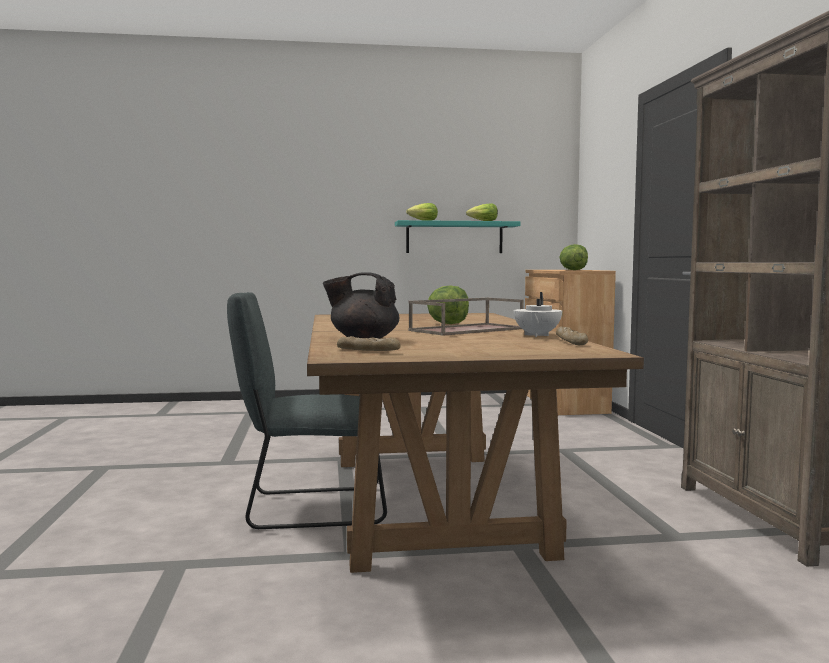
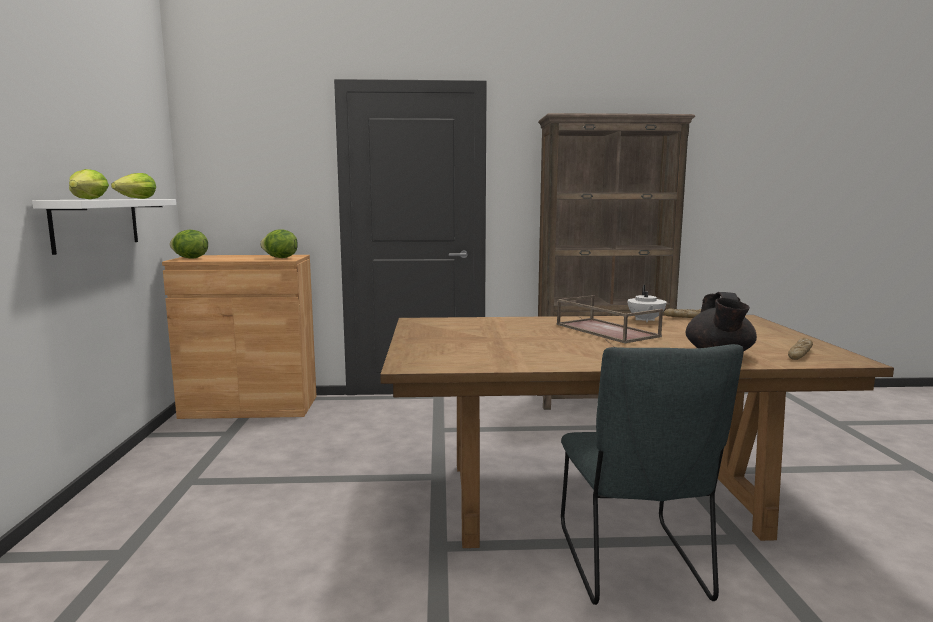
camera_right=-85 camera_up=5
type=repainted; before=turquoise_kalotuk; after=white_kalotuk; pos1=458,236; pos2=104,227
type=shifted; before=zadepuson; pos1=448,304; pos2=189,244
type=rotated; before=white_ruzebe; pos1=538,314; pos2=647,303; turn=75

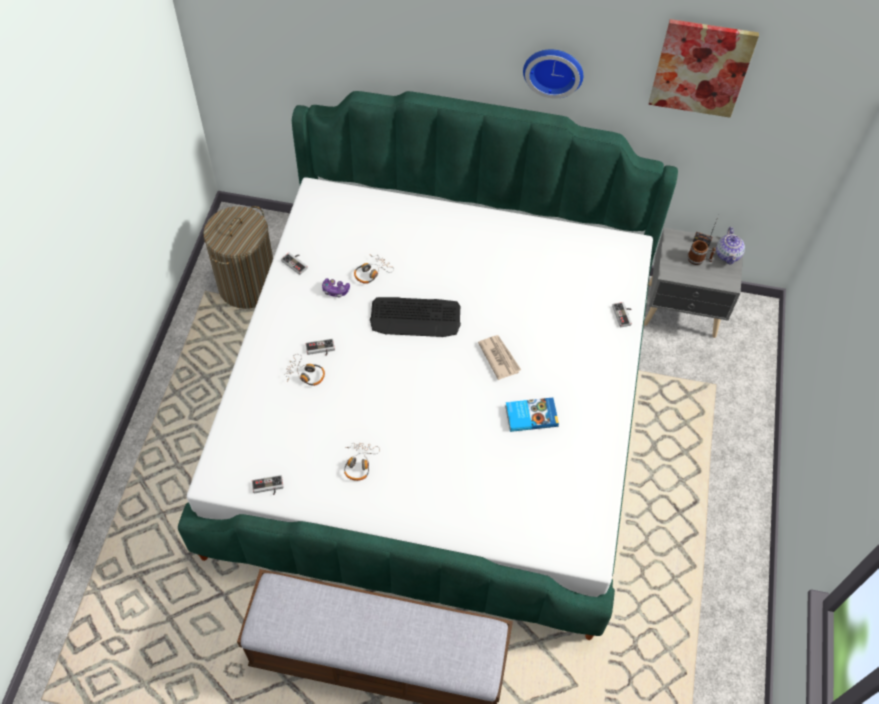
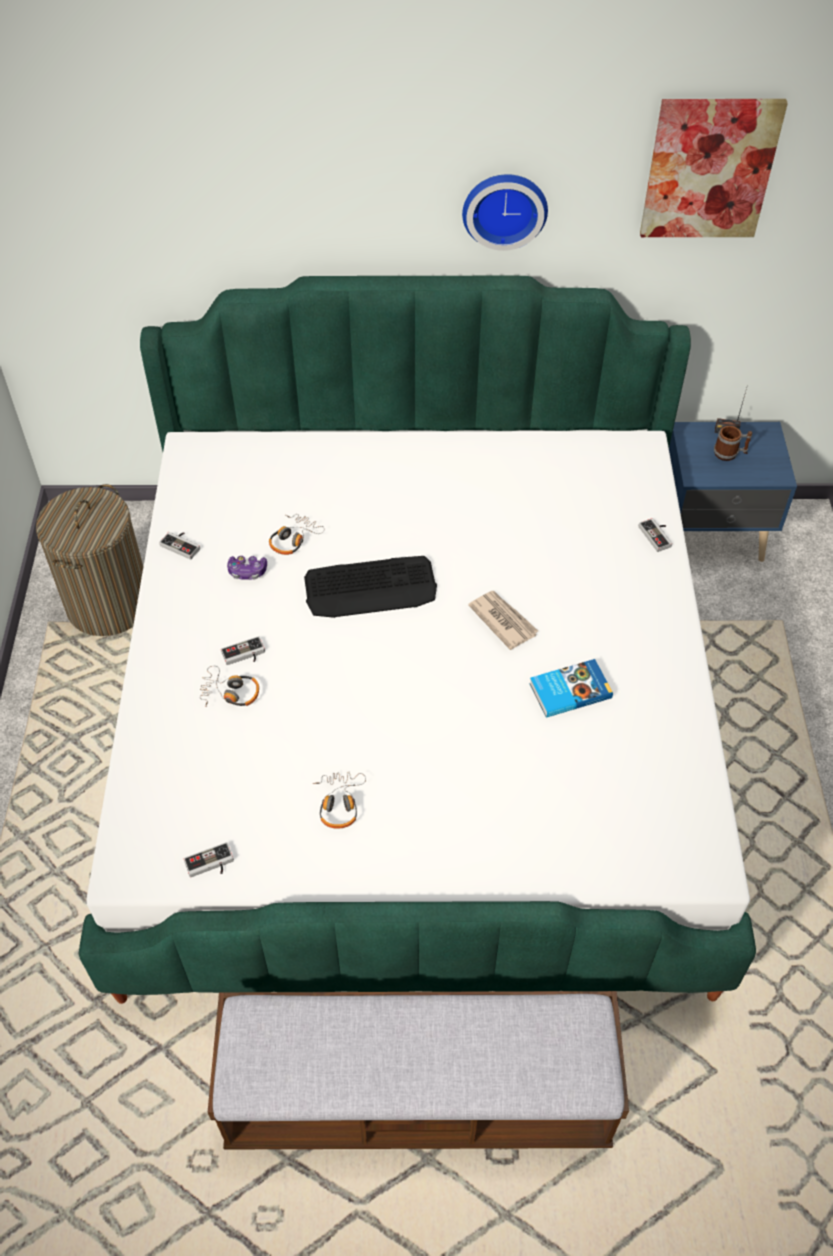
camera_right=-10 camera_up=-5
type=gone; before=ruzebe; pos1=730,246
type=repainted; before=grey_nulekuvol; after=blue_nulekuvol; pos1=694,283; pos2=733,492

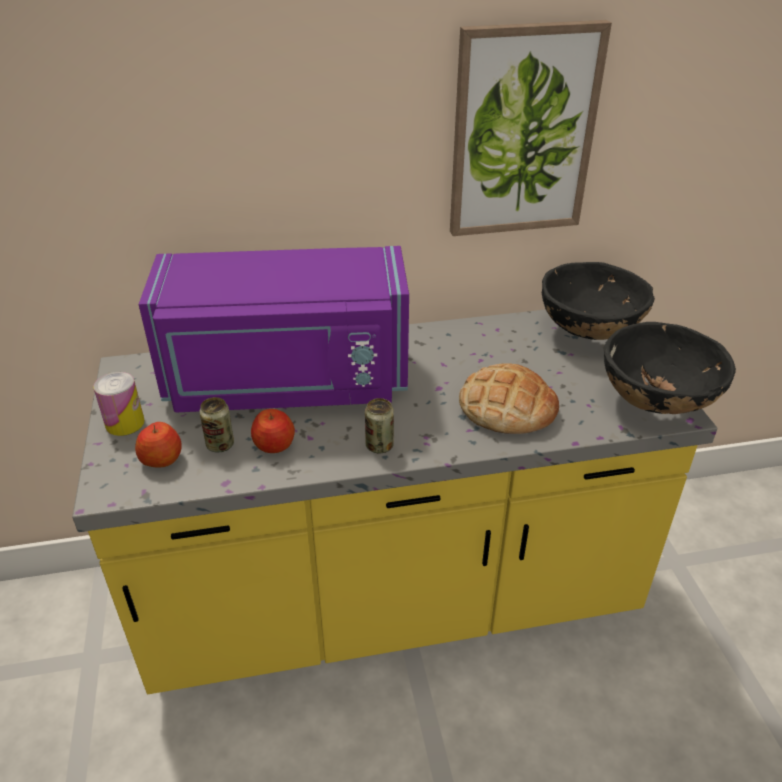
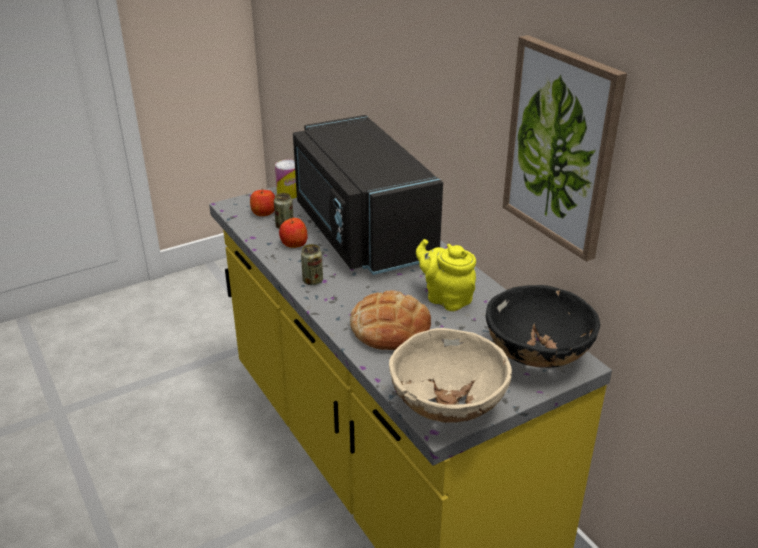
camera_right=70 camera_up=-5
type=repainted; before=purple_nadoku; after=black_nadoku; pos1=274,329; pos2=368,195
type=repainted; before=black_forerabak; after=beige_forerabak; pos1=669,368; pos2=450,375
type=new; after=yellow_ruzebe; pos2=446,275

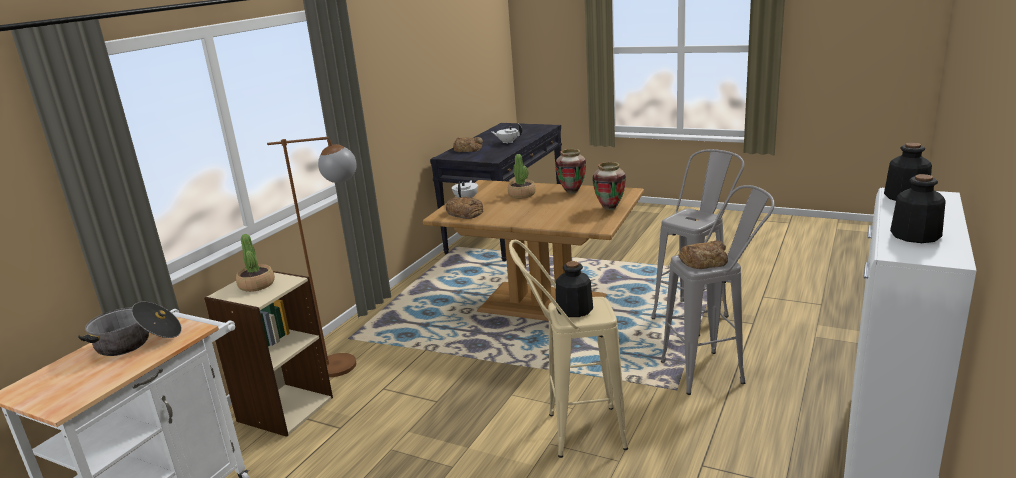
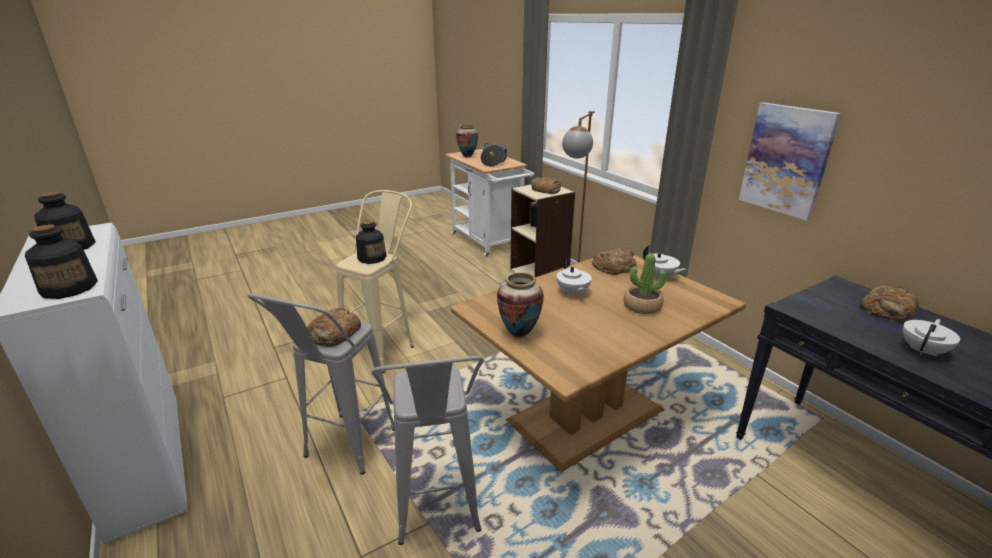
camera_right=120 camera_up=5
type=shifted; before=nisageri; pos1=570,171; pos2=467,140
type=swapped; before=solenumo; after=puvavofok; pos1=255,263; pos2=546,185
type=new; after=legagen; pos2=790,161
type=new; after=white_ruzebe; pos2=574,277

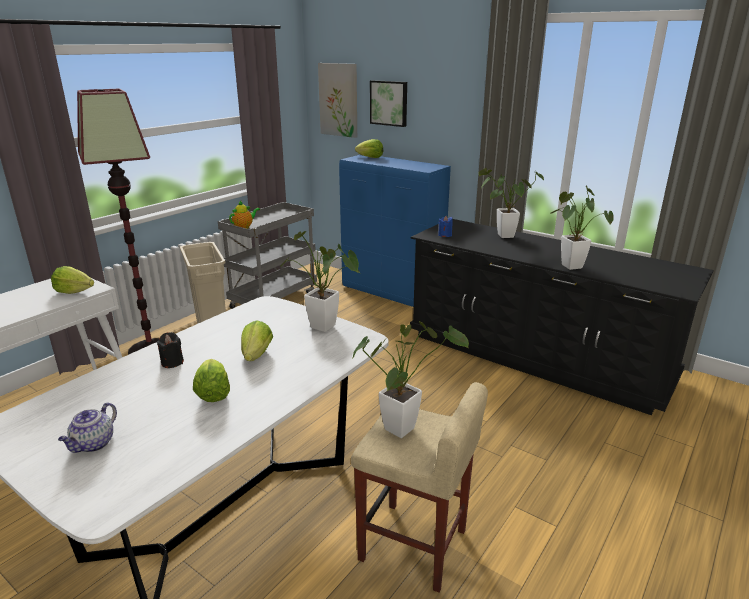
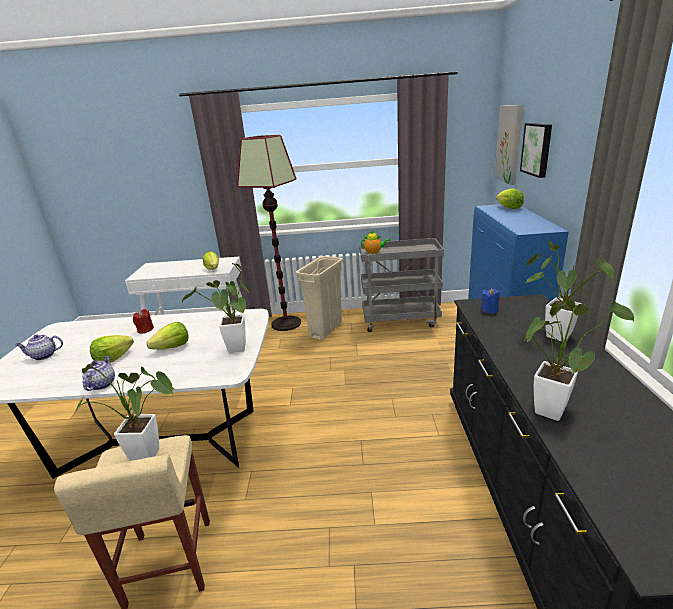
camera_right=55 camera_up=0
type=repainted; before=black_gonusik; after=red_gonusik; pos1=170,350; pos2=143,321
type=new; after=ruzebe; pos2=98,373

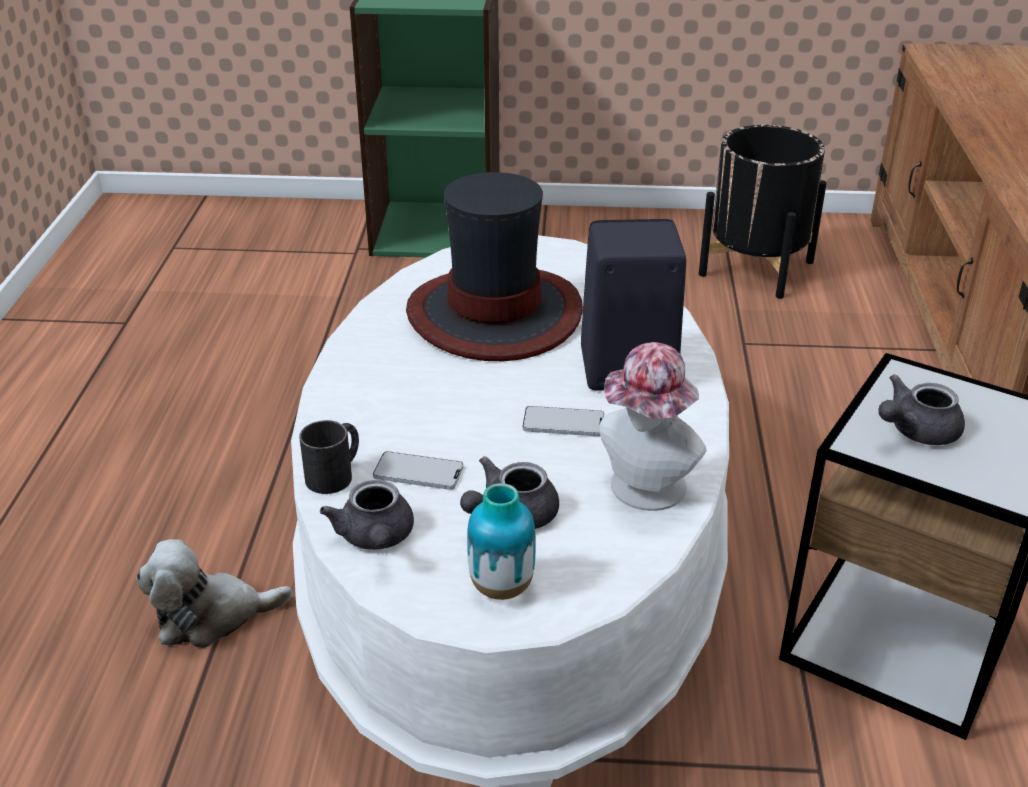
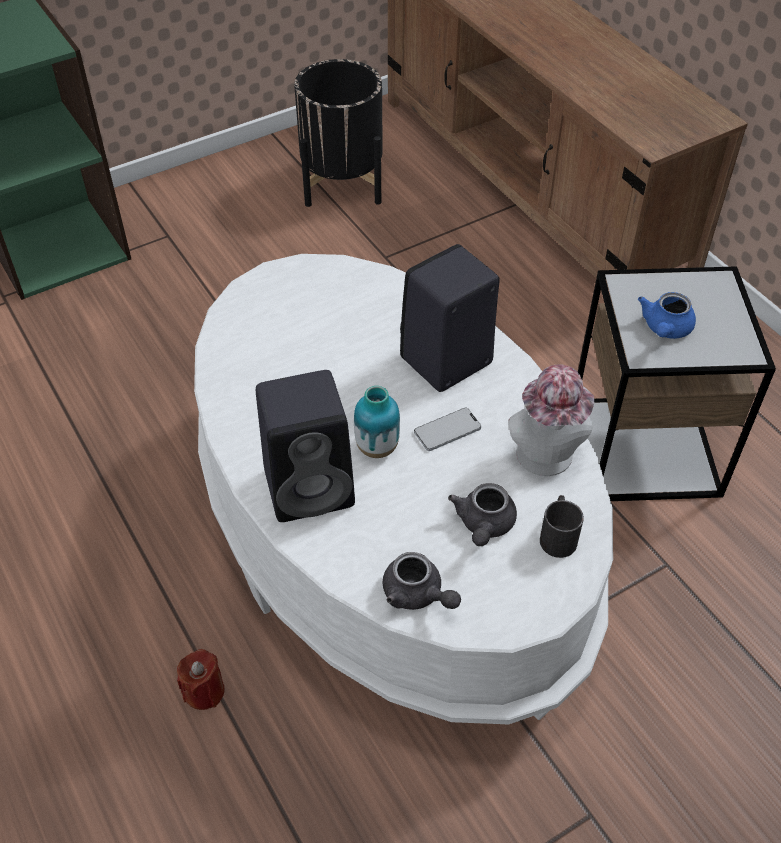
camera_right=-35 camera_up=15
type=gone; before=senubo; pos1=494,266
type=repainted; before=grey_ruzebe; after=blue_ruzebe; pos1=921,409; pos2=667,315
type=shifted; before=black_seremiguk; pos1=329,457; pos2=562,526
type=gone; before=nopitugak; pos1=418,470
type=shifted; before=nisageri; pos1=501,541; pos2=377,422
type=swapped; before=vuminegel; after=red_gonusik; pos1=214,593; pos2=200,679
type=new; after=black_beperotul; pos2=305,446

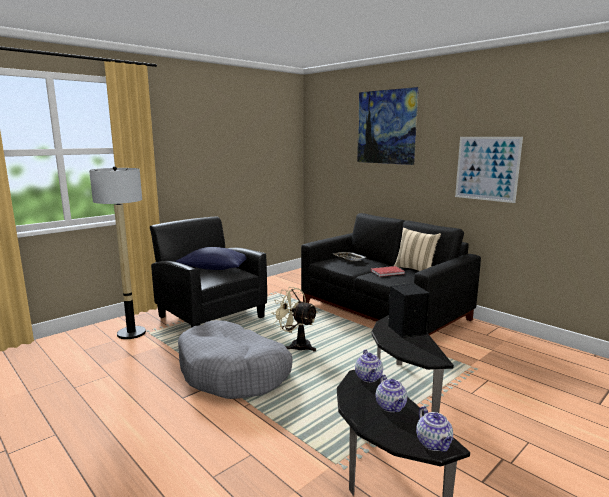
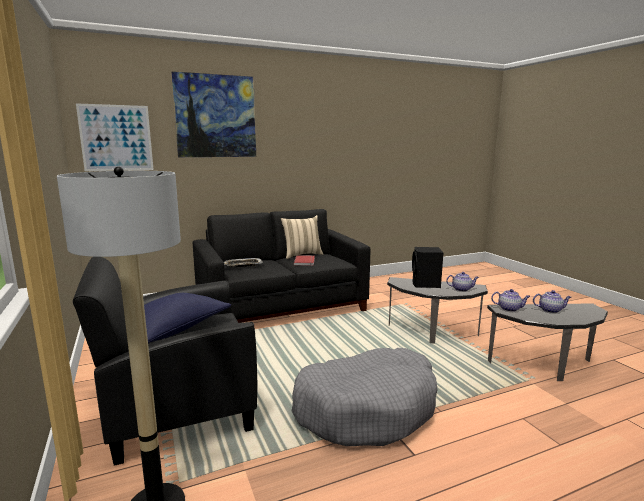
camera_right=-70 camera_up=0
type=shifted; before=legagen; pos1=489,170; pos2=115,137
type=gone; before=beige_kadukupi; pos1=294,319
type=shifted; before=ruzebe; pos1=434,429; pos2=462,282

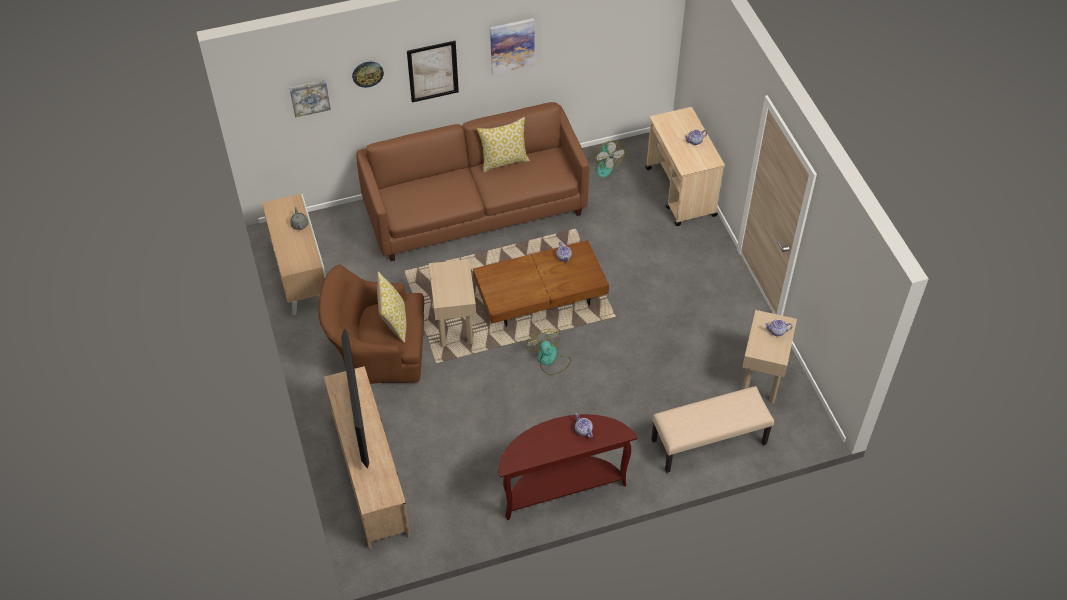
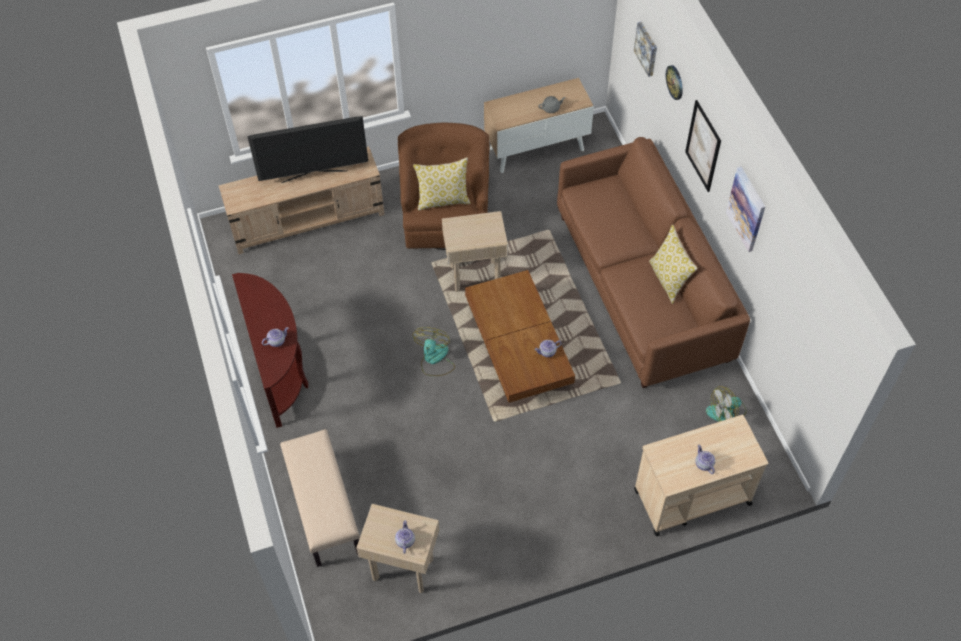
camera_right=90 camera_up=5
type=rotated; before=kadukupi; pos1=548,352; pos2=434,351; turn=-60

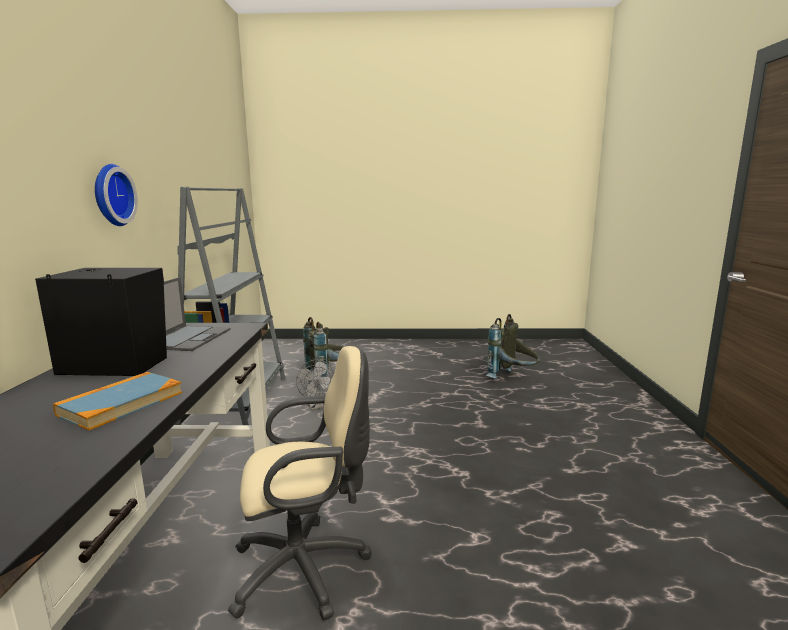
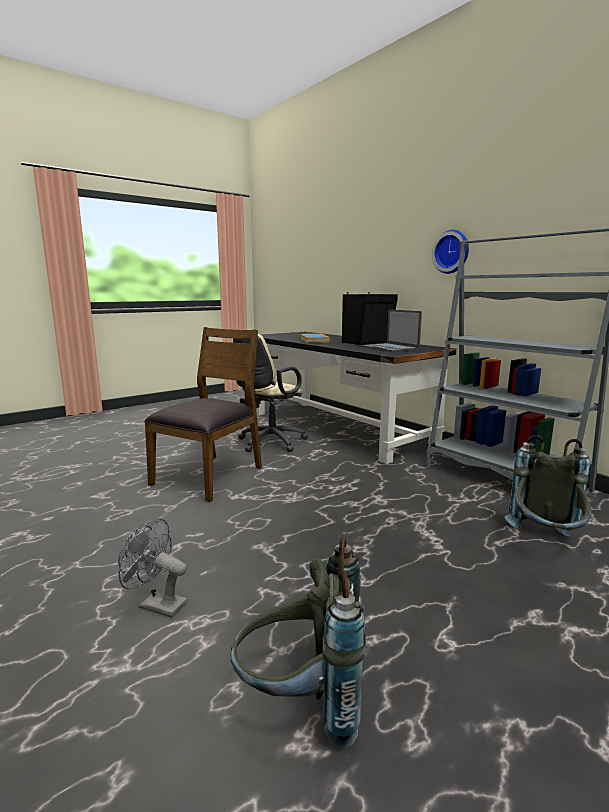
camera_right=140 camera_up=0
type=shifted; before=grey_kadukupi; pos1=315,385; pos2=152,568
type=new; after=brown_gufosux; pos2=203,414

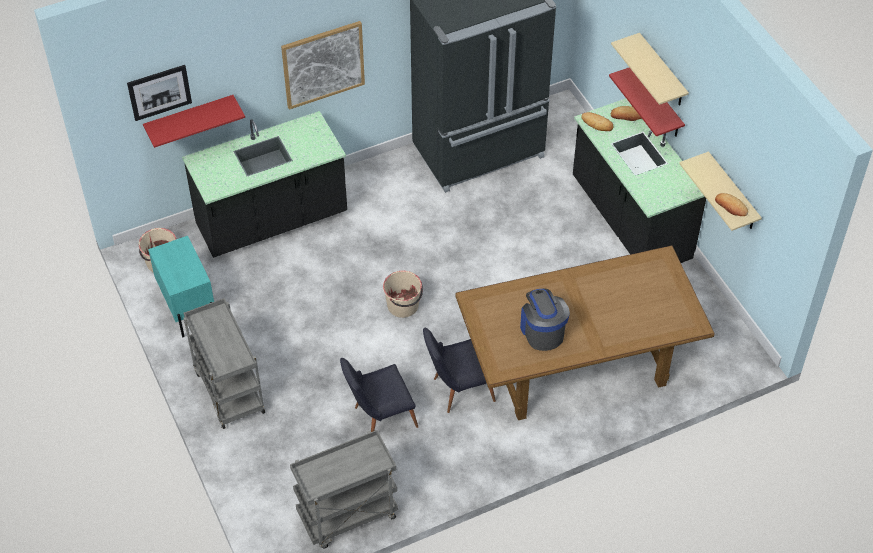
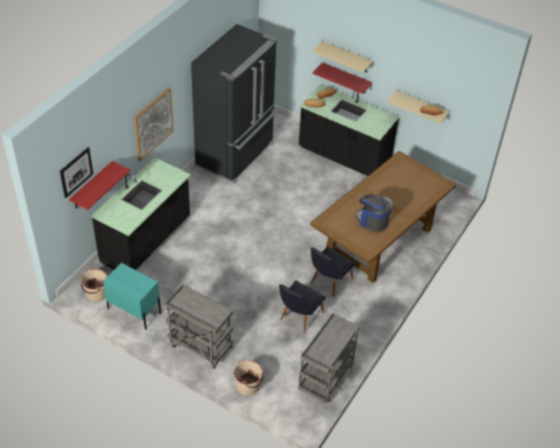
camera_right=-35 camera_up=-5
type=shifted; before=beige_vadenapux; pos1=403,294; pos2=248,378

